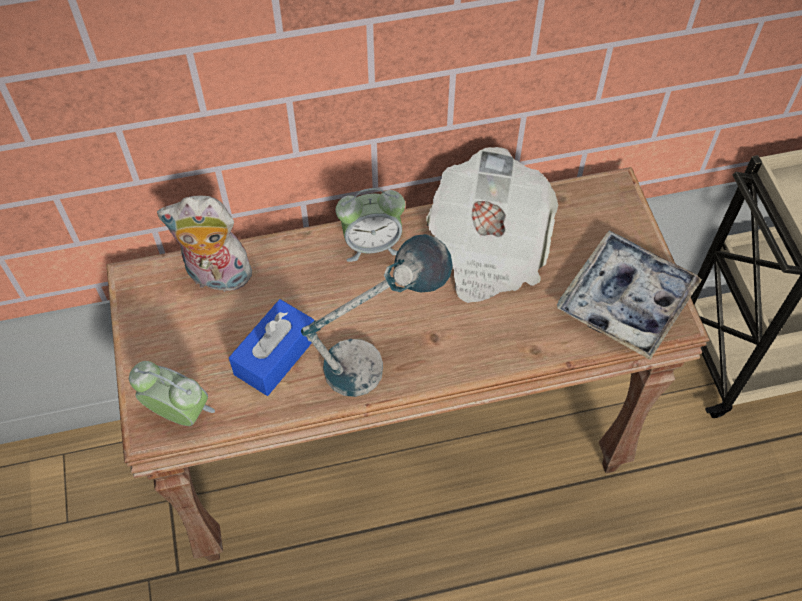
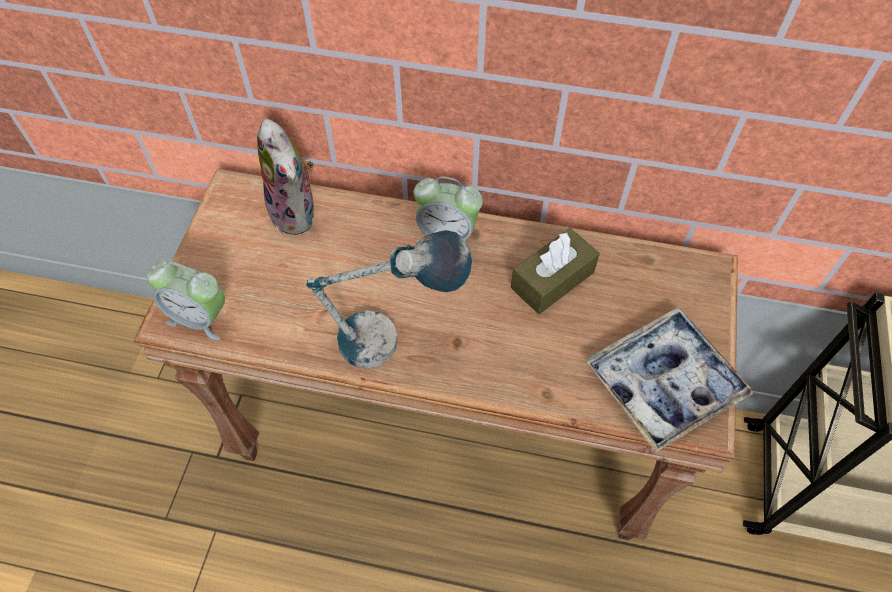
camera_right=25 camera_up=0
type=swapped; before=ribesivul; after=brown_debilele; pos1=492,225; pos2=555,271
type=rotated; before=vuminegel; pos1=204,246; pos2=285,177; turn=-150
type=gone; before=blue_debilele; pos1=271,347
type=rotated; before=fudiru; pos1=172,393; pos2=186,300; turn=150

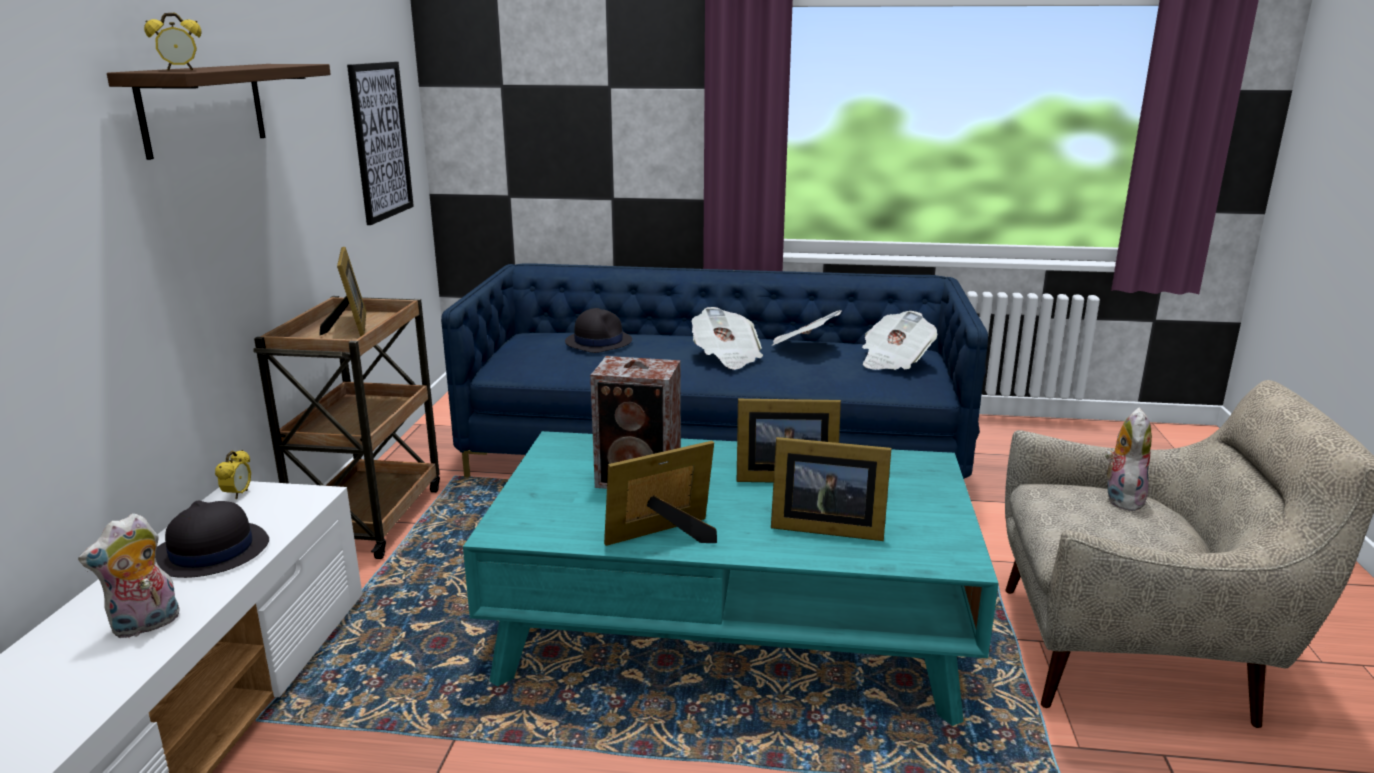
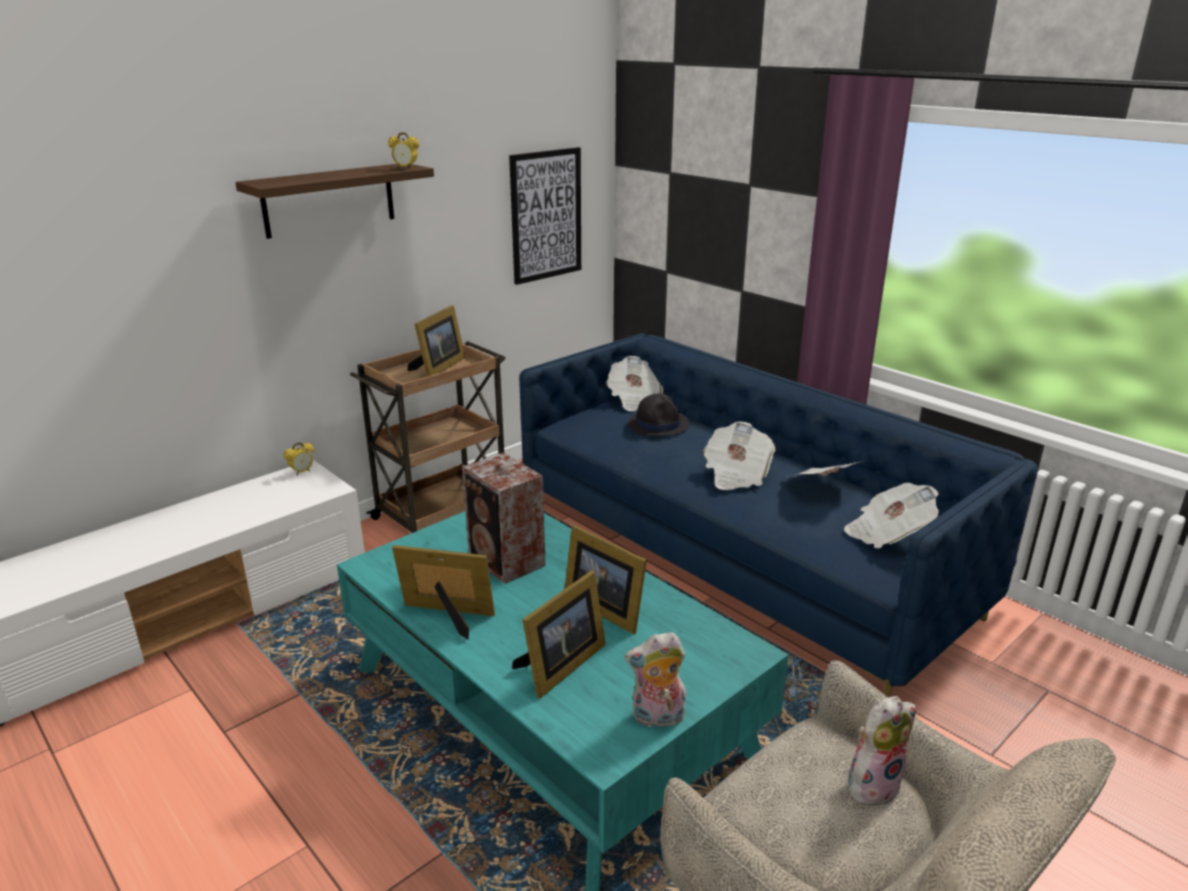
camera_right=40 camera_up=5
type=shifted; before=fudiru; pos1=172,41; pos2=403,150
type=rotated; before=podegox; pos1=831,489; pos2=559,634; turn=-105
type=gone; before=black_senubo; pos1=212,539
type=shifted; before=vuminegel; pos1=129,576; pos2=655,679
type=new; after=ribesivul; pos2=634,383

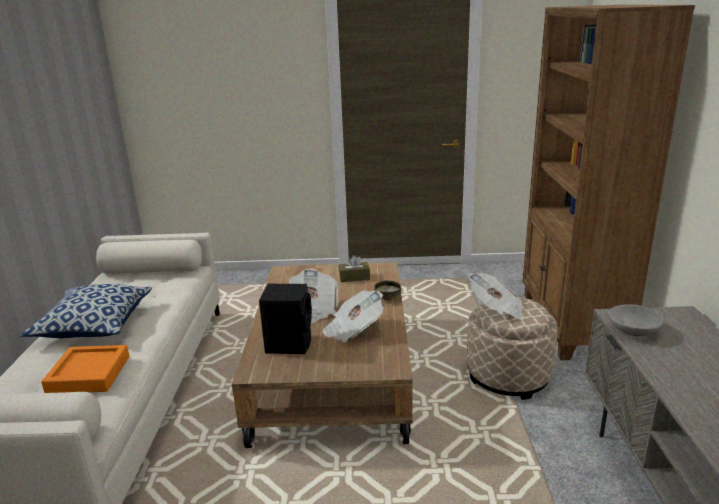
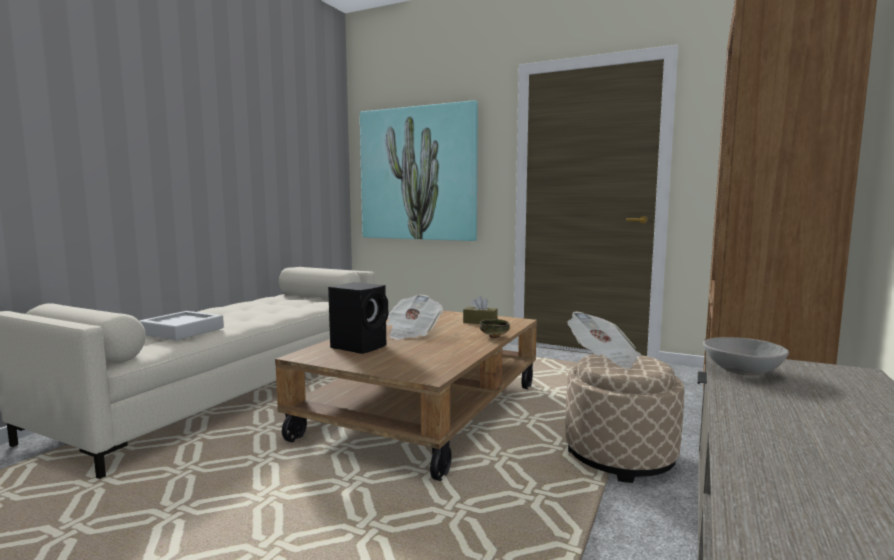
camera_right=25 camera_up=-15
type=gone; before=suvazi; pos1=86,311
type=gone; before=ribesivul; pos1=352,316
type=repainted; before=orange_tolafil; after=grey_tolafil; pos1=85,369; pos2=181,325
type=new; after=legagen; pos2=419,170

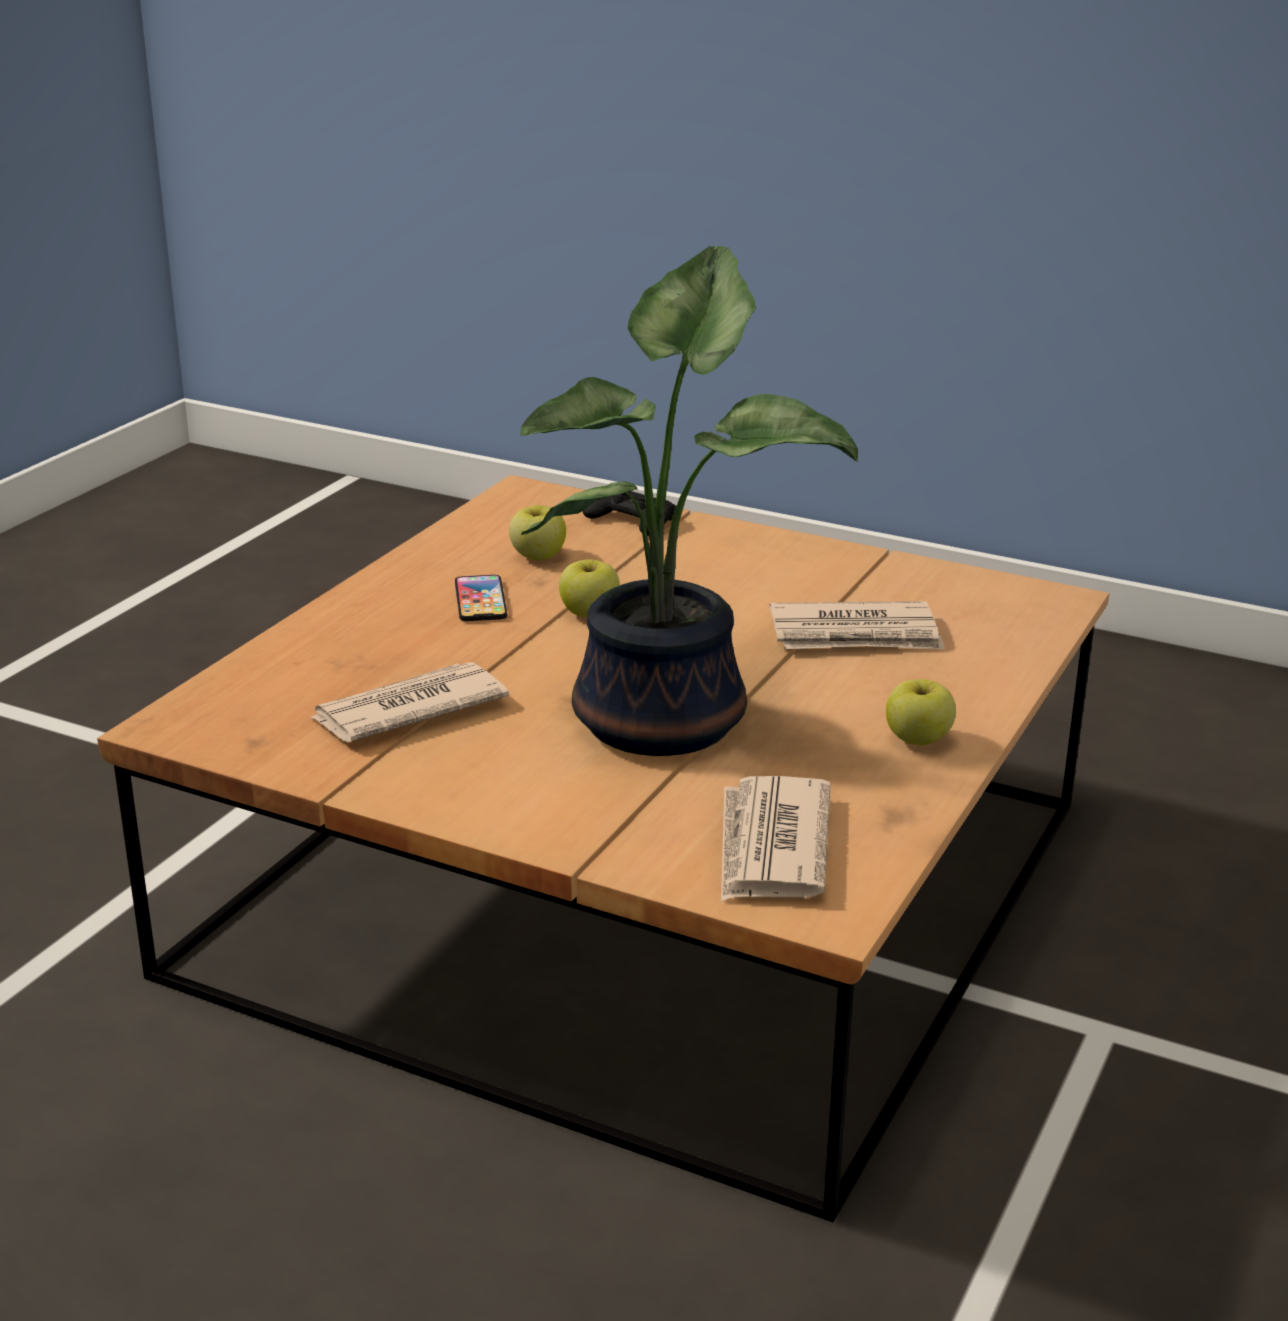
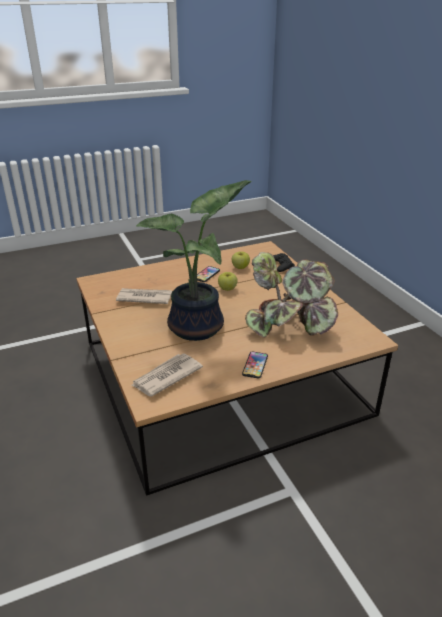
camera_right=40 camera_up=5
type=swapped; before=ribesivul; after=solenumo; pos1=857,625; pos2=291,294
type=swapped; before=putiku; after=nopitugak; pos1=921,712; pos2=255,365

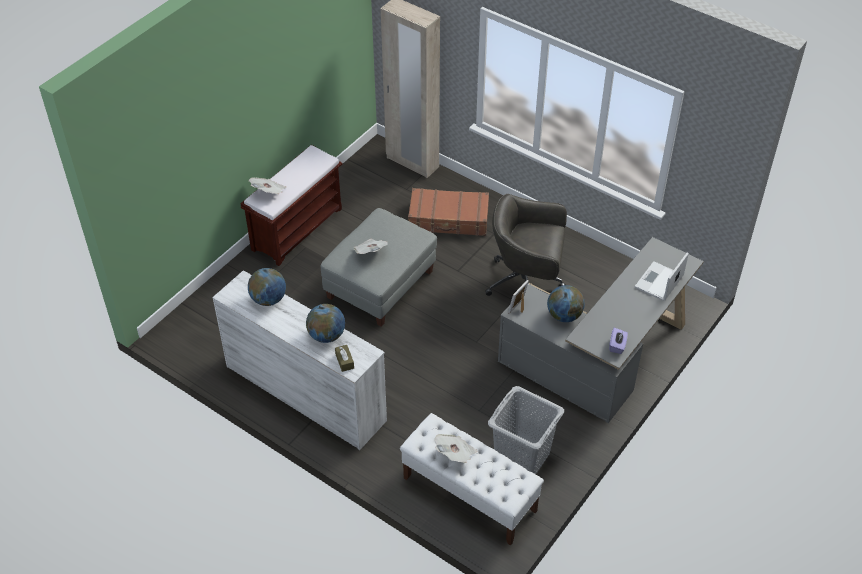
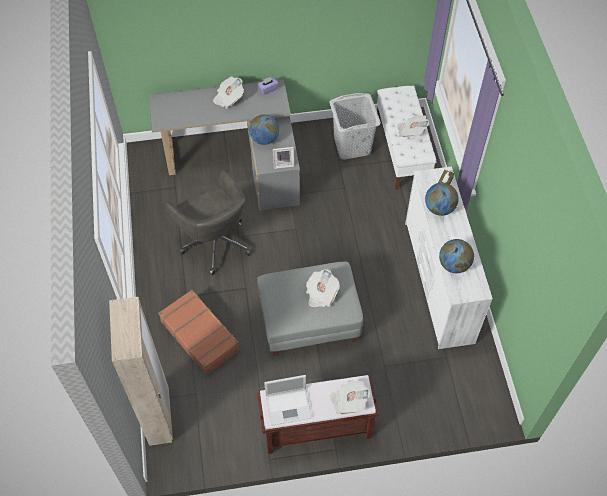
camera_right=-135 camera_up=10
type=shifted; before=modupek; pos1=661,276; pos2=288,400
type=new; after=ribesivul; pos2=228,92

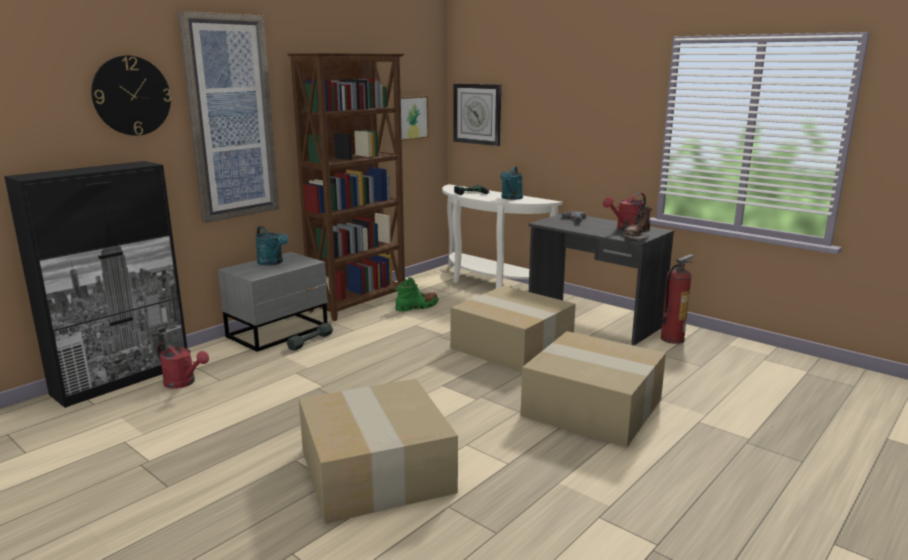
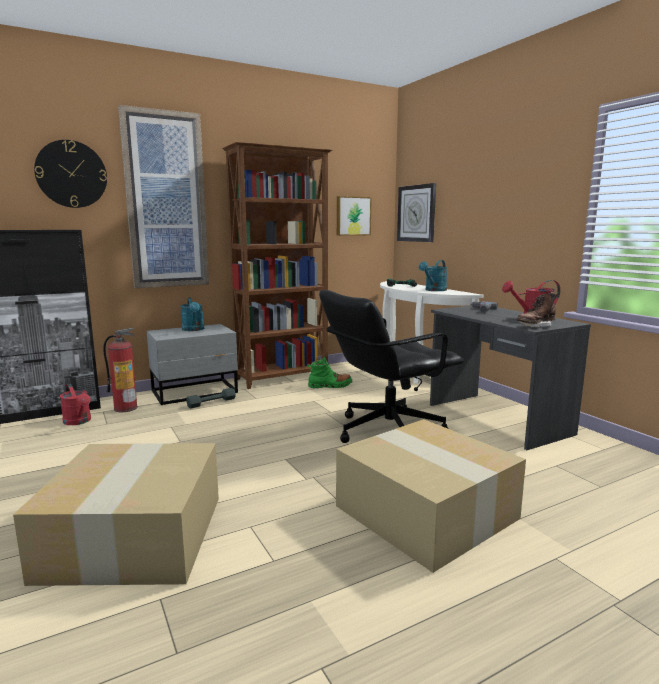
camera_right=20 camera_up=-5
type=shifted; before=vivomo; pos1=677,299; pos2=120,370
type=swapped; before=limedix; after=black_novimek; pos1=513,329; pos2=391,366

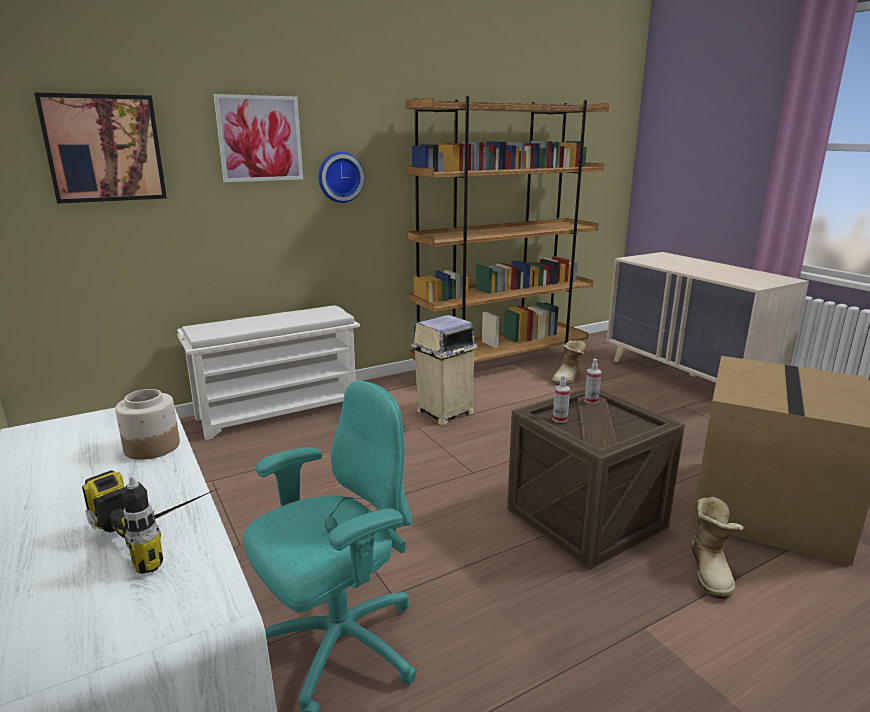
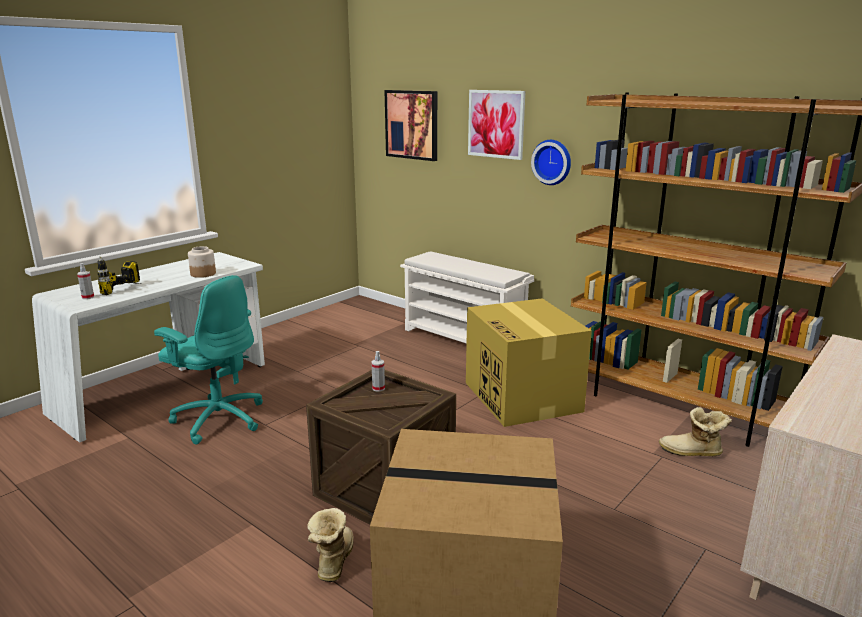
camera_right=70 camera_up=0
type=swapped; before=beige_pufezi; after=limedix; pos1=444,370; pos2=529,362
type=shifted; before=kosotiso; pos1=592,381; pos2=85,281
type=rotated; before=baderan; pos1=717,547; pos2=330,545; turn=105

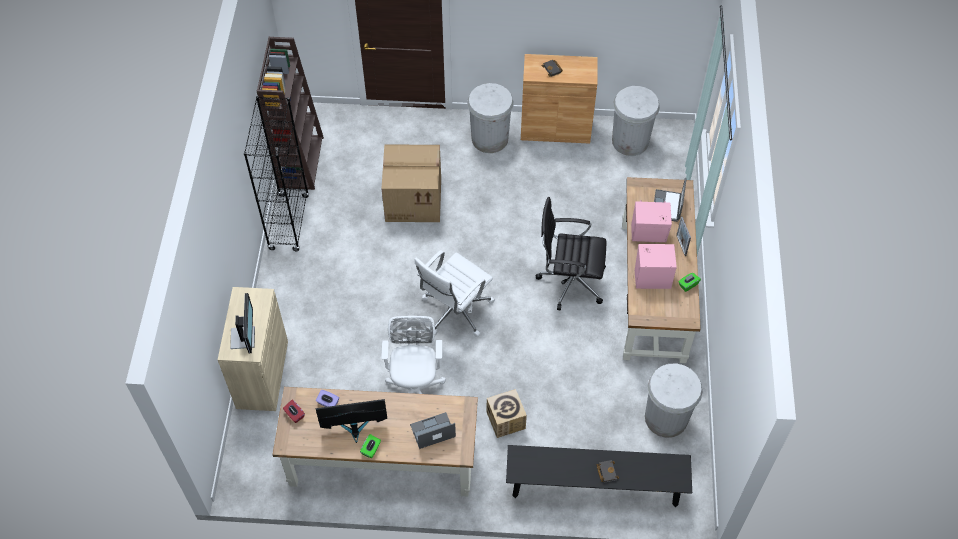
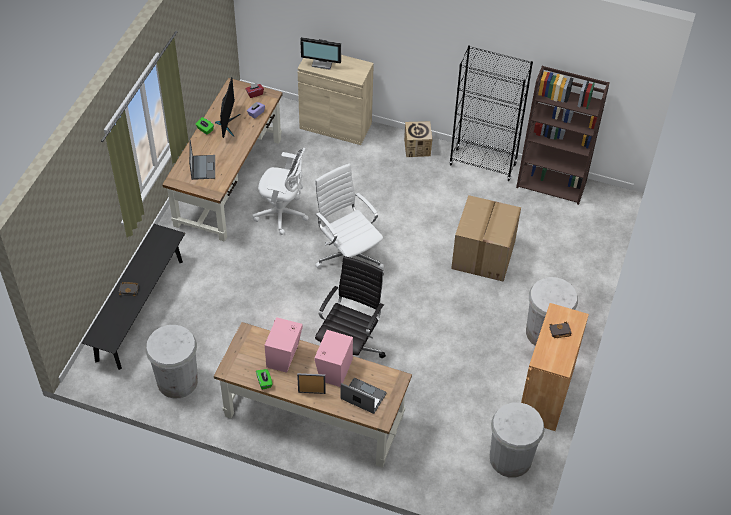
camera_right=105 camera_up=-5
type=shifted; before=limedix; pos1=507,413; pos2=418,139

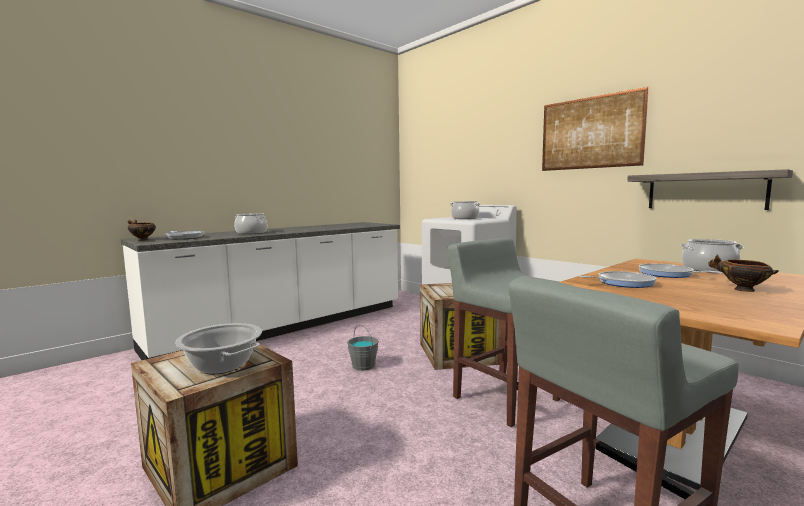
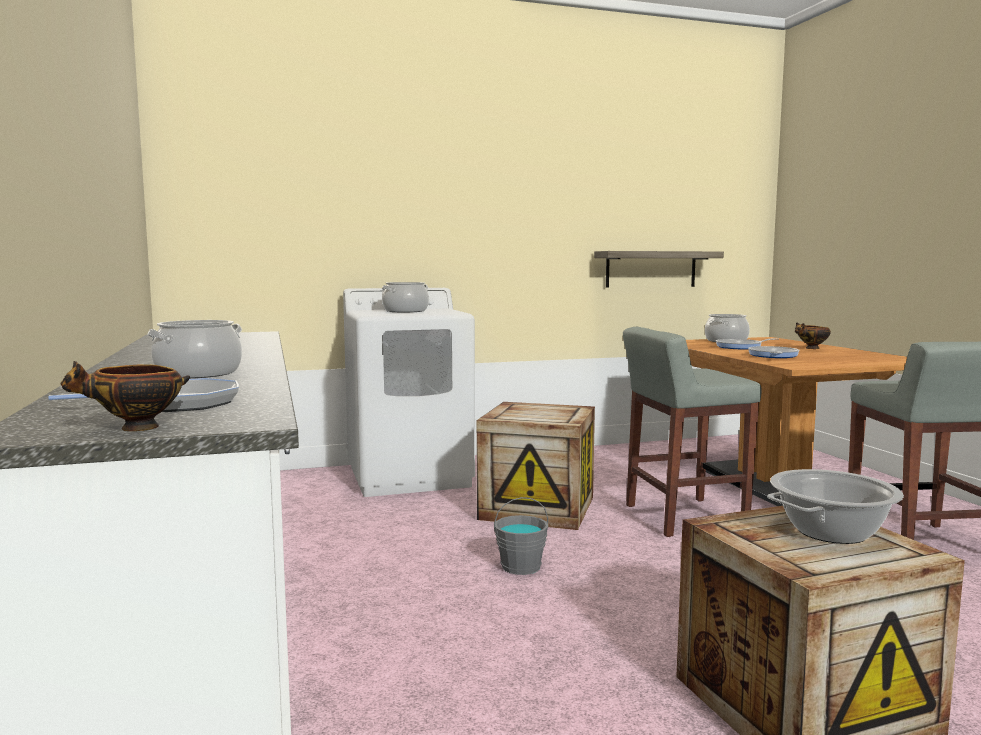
camera_right=-65 camera_up=0
type=gone; before=legagen; pos1=595,129

